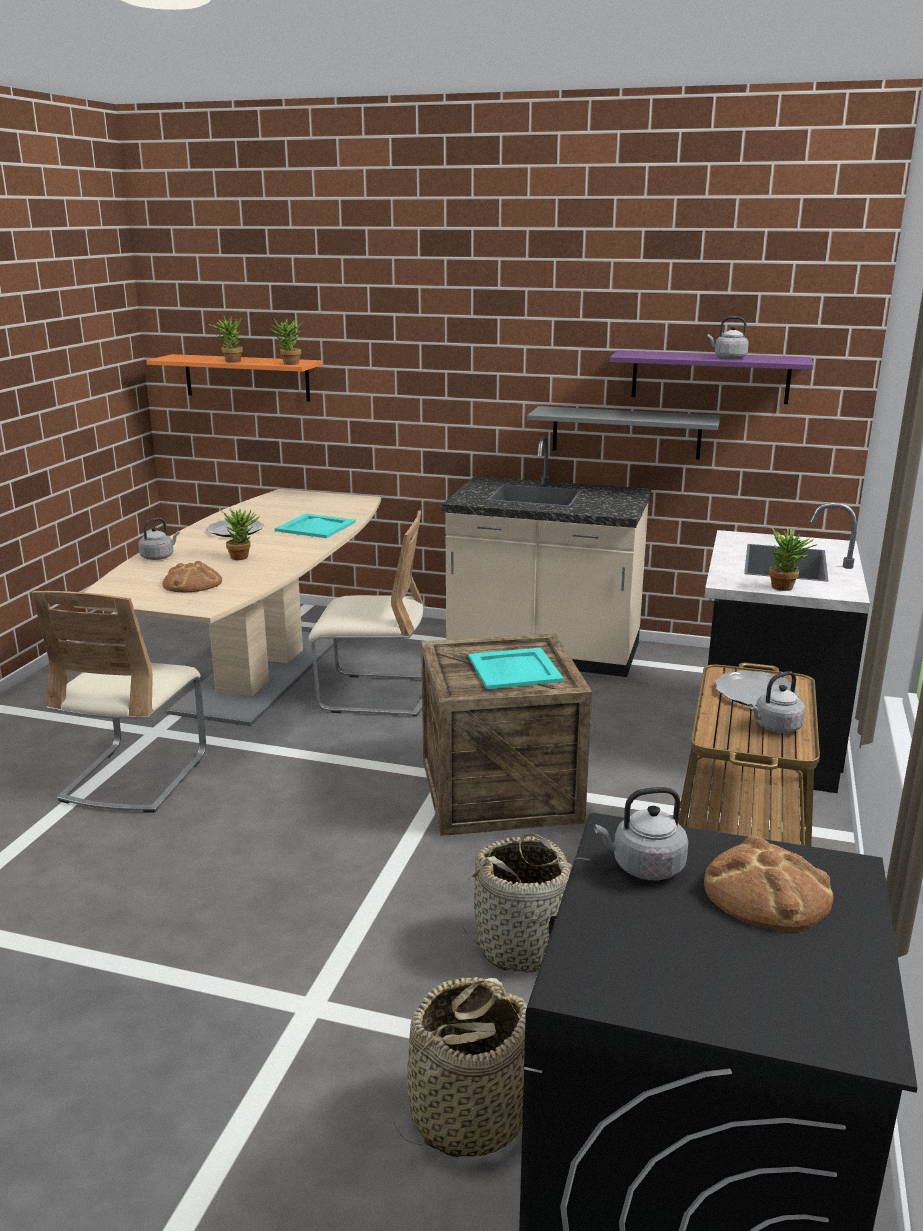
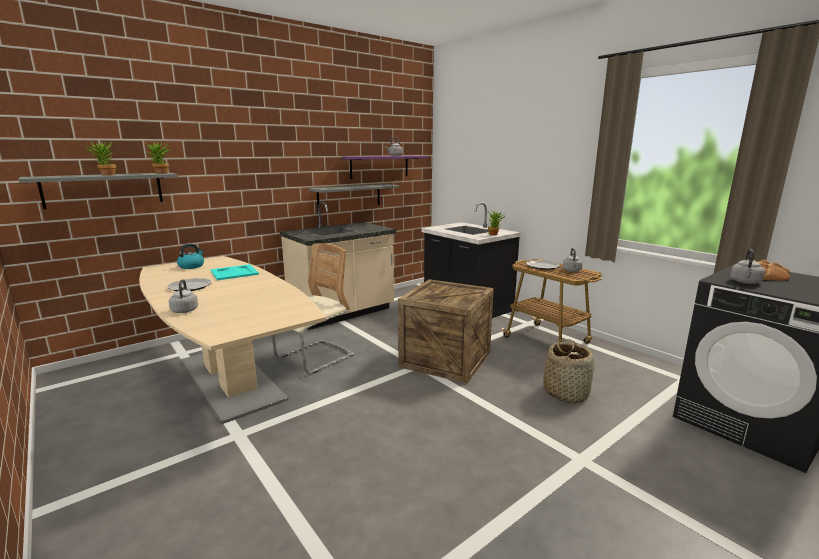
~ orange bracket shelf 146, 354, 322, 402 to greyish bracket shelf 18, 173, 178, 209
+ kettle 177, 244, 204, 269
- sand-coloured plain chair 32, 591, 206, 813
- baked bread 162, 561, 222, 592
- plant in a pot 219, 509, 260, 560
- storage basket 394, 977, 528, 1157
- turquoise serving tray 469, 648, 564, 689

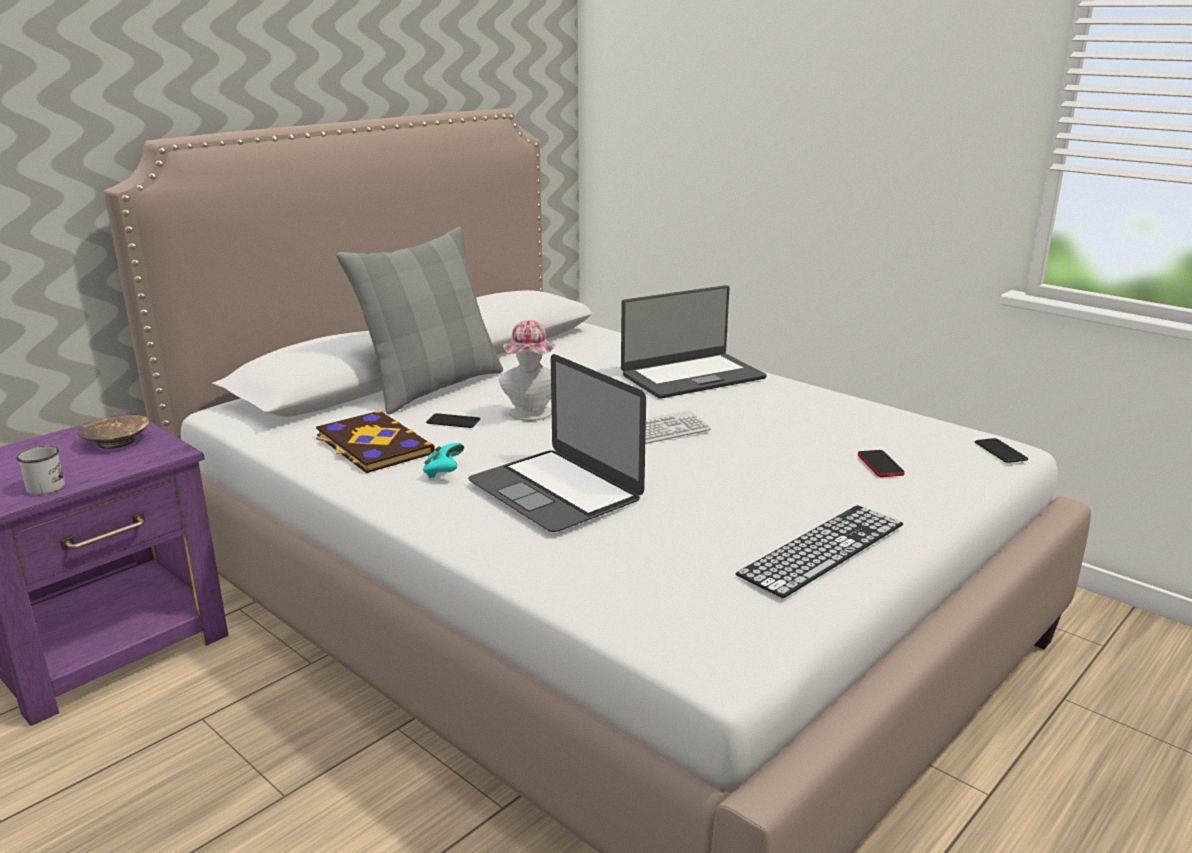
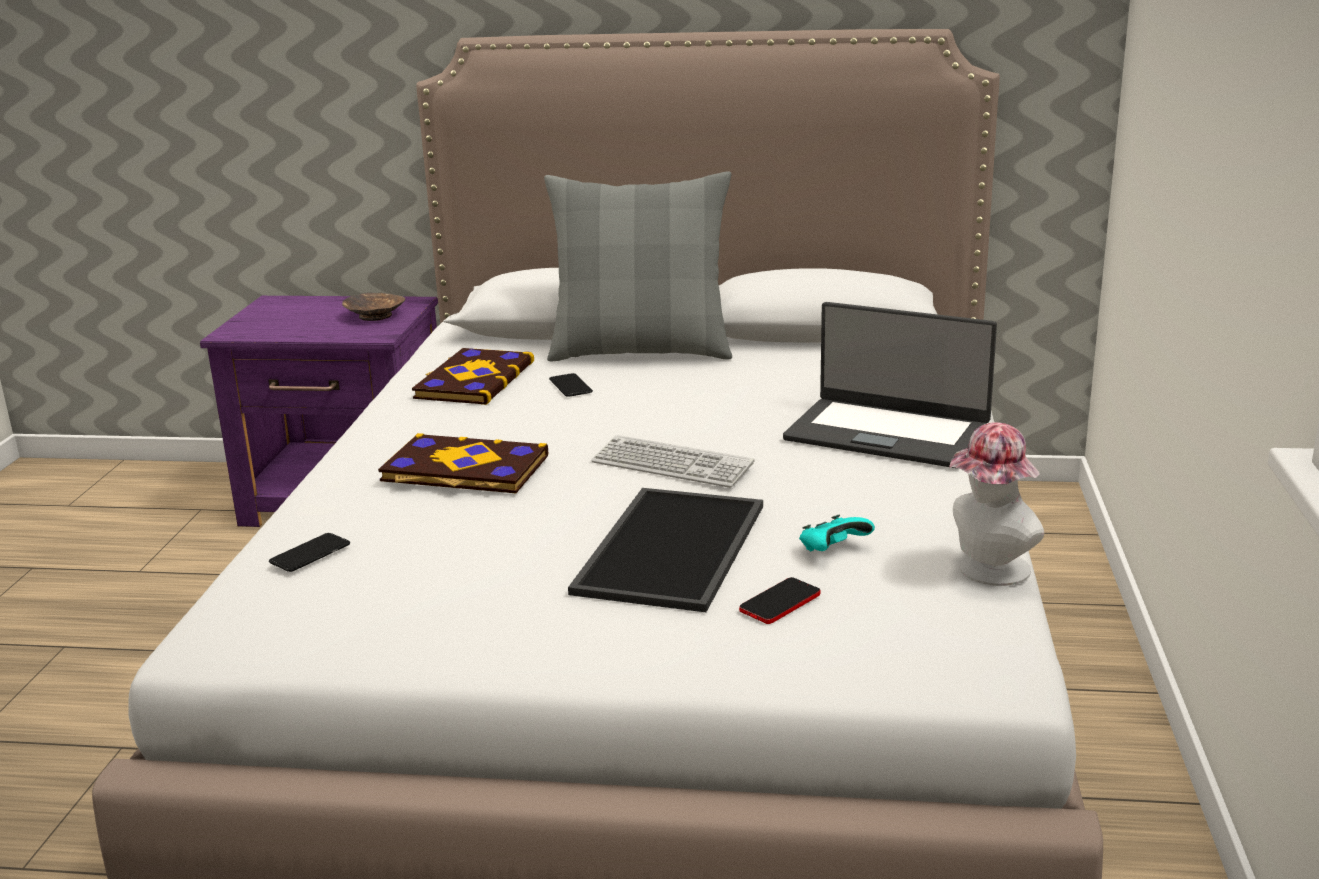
~ telephone 975, 438, 1028, 463 to 269, 533, 350, 572
~ laptop 468, 354, 646, 532 to volume 378, 433, 548, 493
+ serving tray 568, 488, 763, 612
~ turquoise gamepad 423, 443, 464, 478 to 799, 515, 875, 551
~ wearable hat 499, 320, 555, 421 to 949, 422, 1044, 586
- white coffee mug 16, 446, 65, 495
- computer keyboard 736, 505, 903, 598

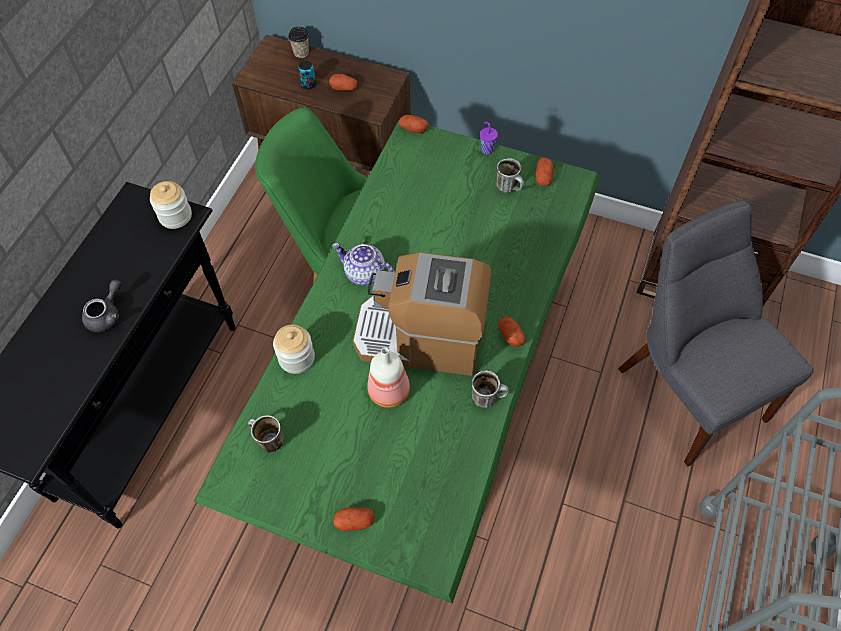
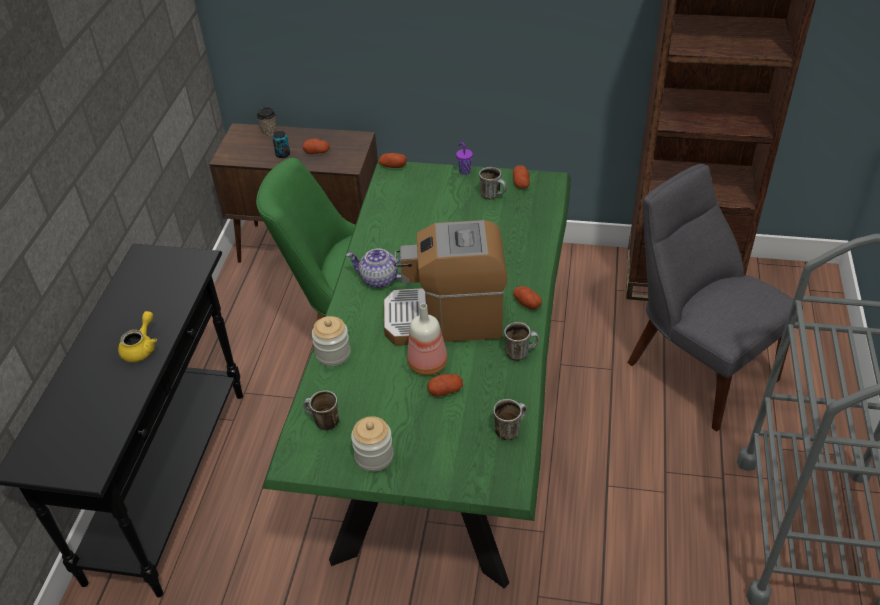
~ greyish teapot 82, 279, 121, 333 to yellow teapot 118, 311, 157, 362
~ storage jar 150, 181, 192, 229 to 351, 416, 394, 472
~ potato 333, 507, 374, 531 to 427, 374, 463, 397
+ coffee mug 493, 399, 527, 440

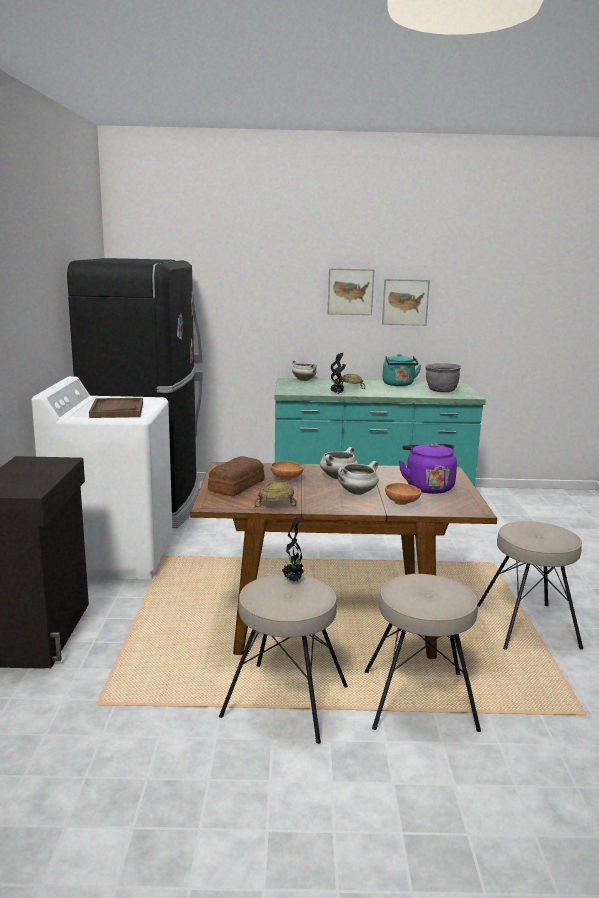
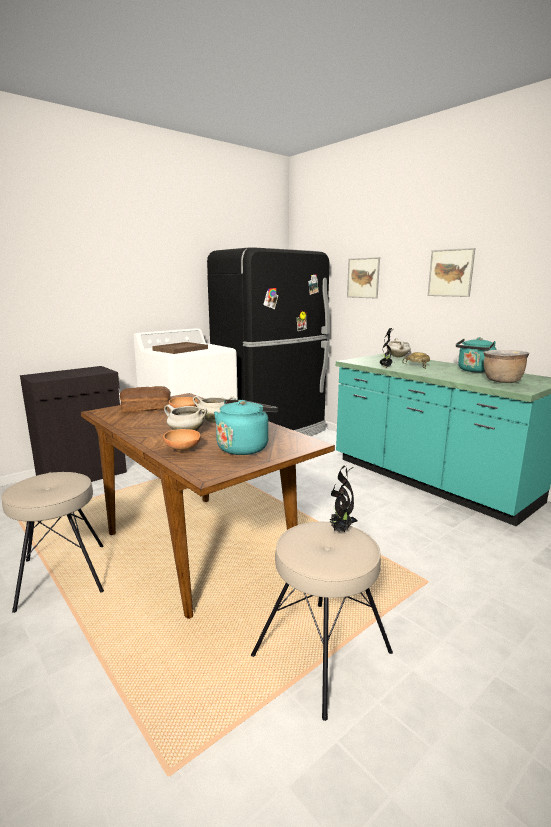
~ purple kettle 399, 443, 457, 494 to turquoise kettle 214, 399, 278, 455
~ plant in a pot 282, 517, 304, 582 to 329, 465, 358, 532
~ wall art 382, 279, 430, 326 to 347, 257, 380, 299
~ greyish saucepot 425, 363, 461, 392 to brownish saucepot 483, 350, 530, 383
- sand-coloured bowl 254, 482, 297, 508
- sand-coloured stool 364, 574, 481, 732

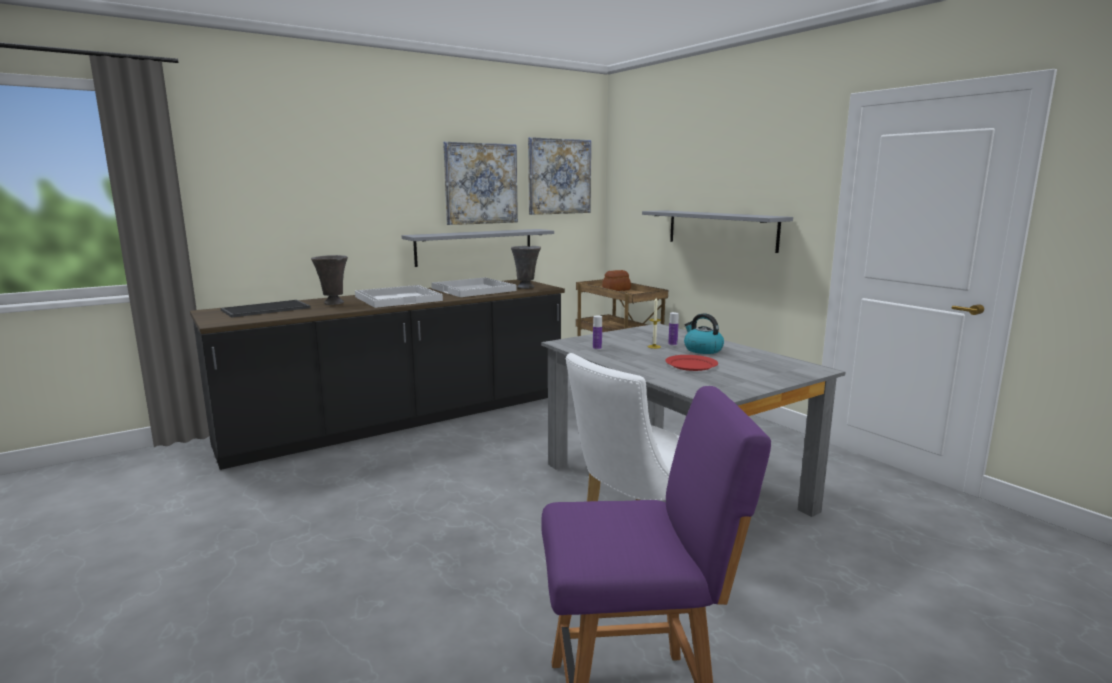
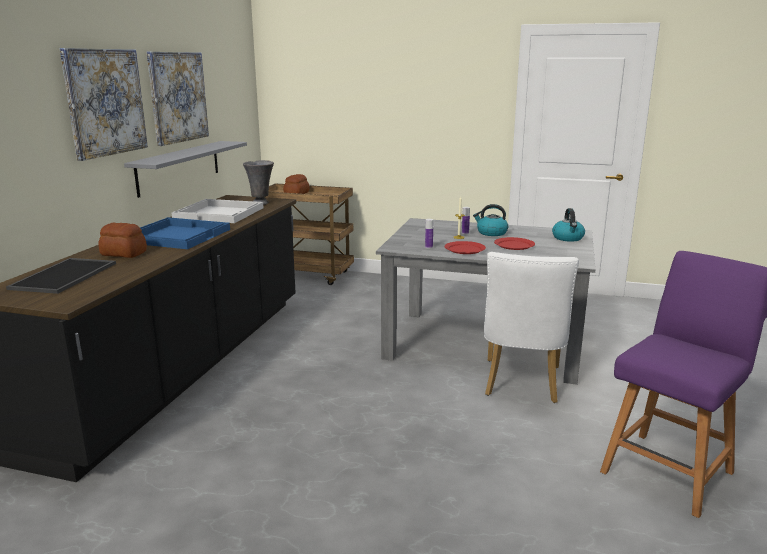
~ wall art 528, 137, 591, 215 to 60, 48, 148, 161
~ greyish flower vase 311, 255, 348, 305 to baked bread 98, 223, 147, 258
~ white serving tray 355, 285, 443, 308 to bluish serving tray 140, 217, 230, 249
+ reddish plate 445, 241, 486, 254
+ kettle 552, 208, 585, 242
- greyish bracket shelf 642, 210, 793, 253

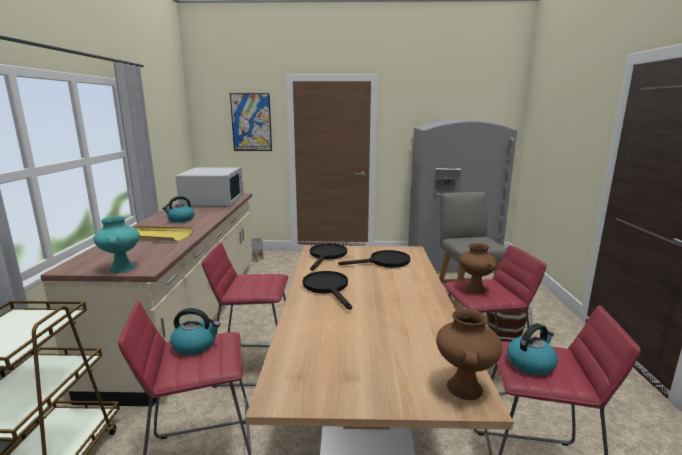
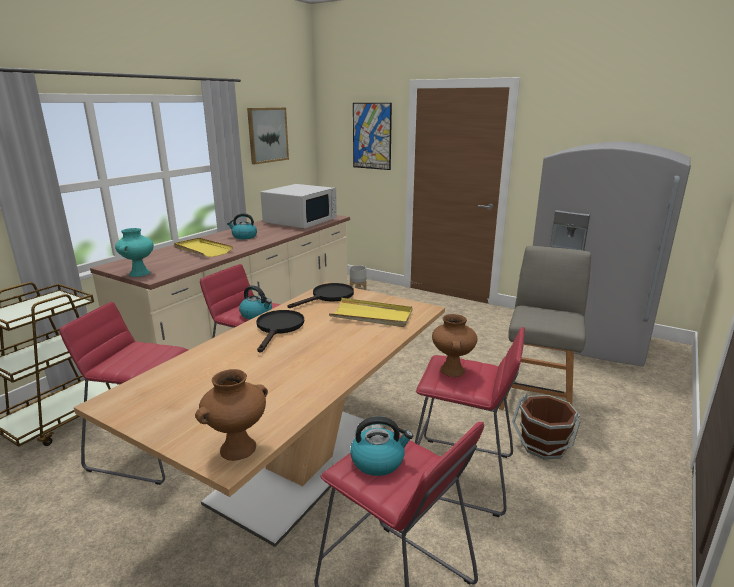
~ kettle 170, 308, 220, 355 to 239, 286, 272, 320
+ wall art 247, 108, 289, 164
~ black-coloured frying pan 338, 250, 410, 268 to yellow serving tray 329, 298, 412, 327

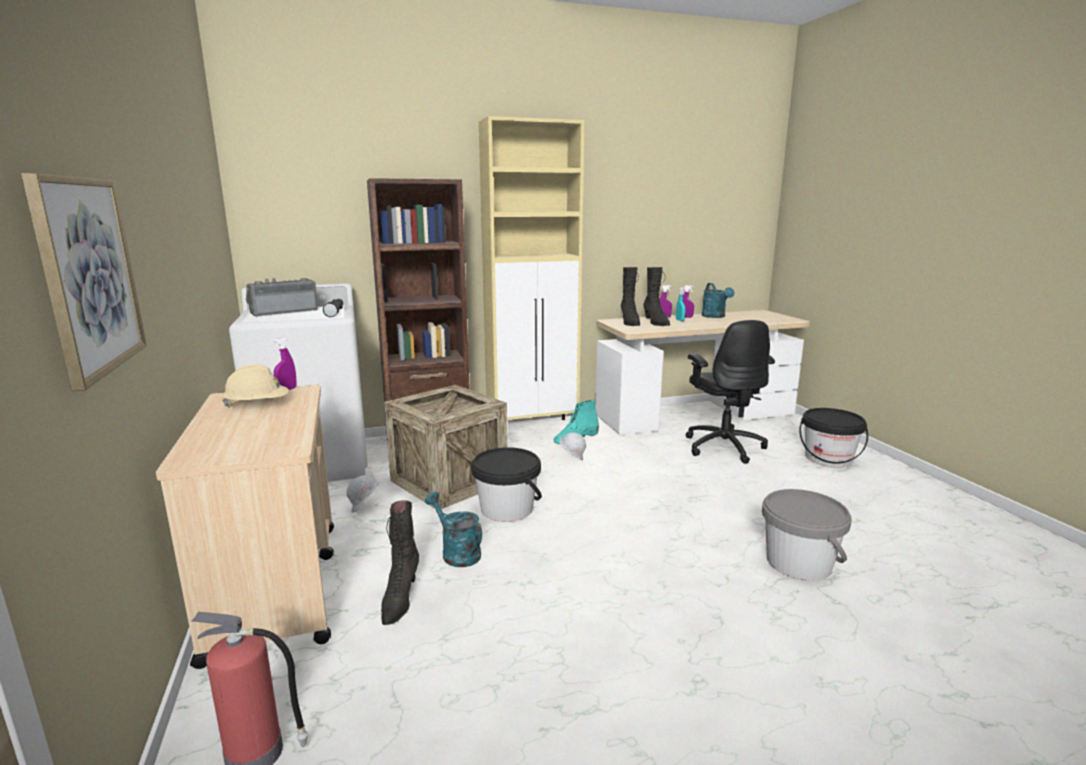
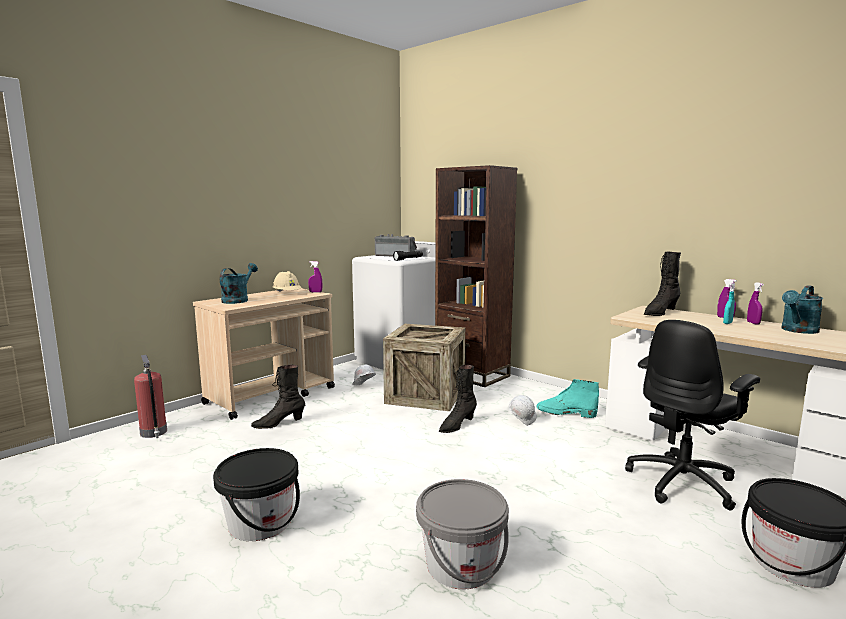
~ black-coloured pail 471, 447, 542, 522 to 213, 448, 300, 541
~ turquoise watering can 425, 492, 482, 567 to 220, 263, 258, 304
~ black-coloured high-top boot 643, 267, 670, 326 to 439, 365, 477, 433
- wall art 21, 173, 147, 391
- sand-coloured storage cabinet 479, 116, 584, 420

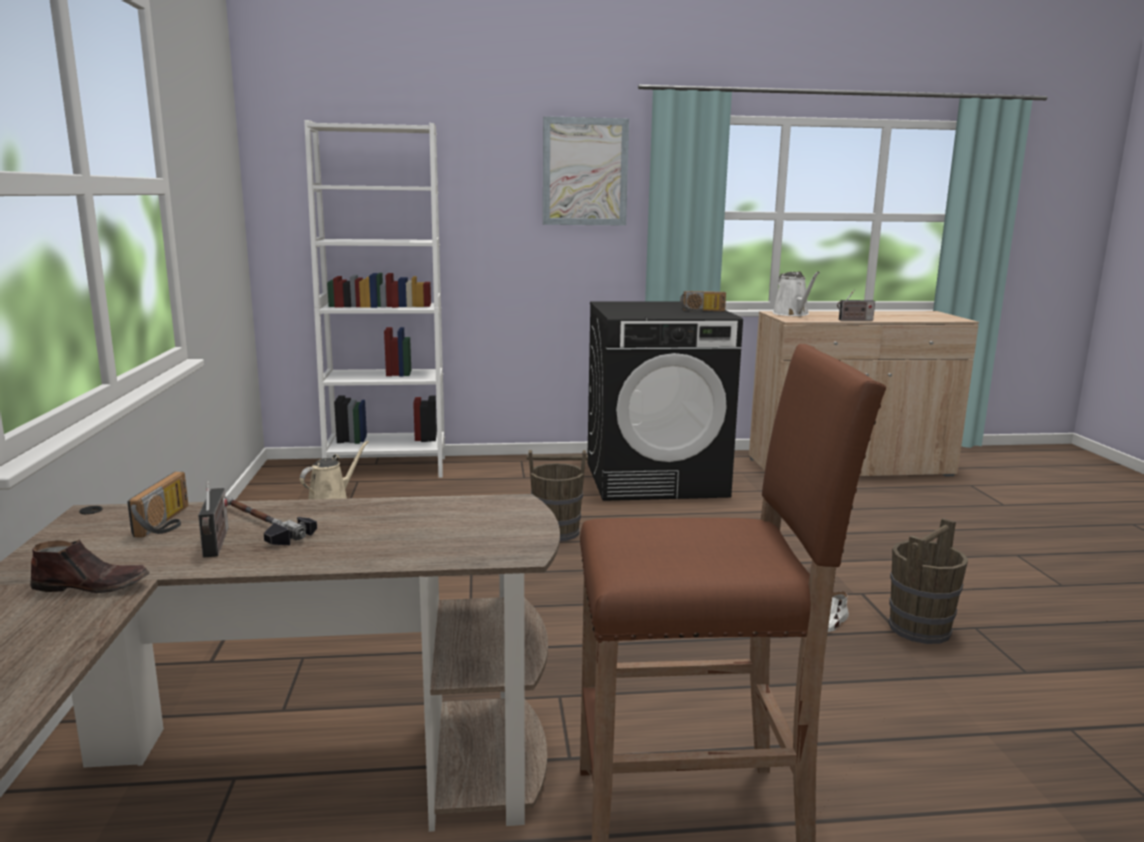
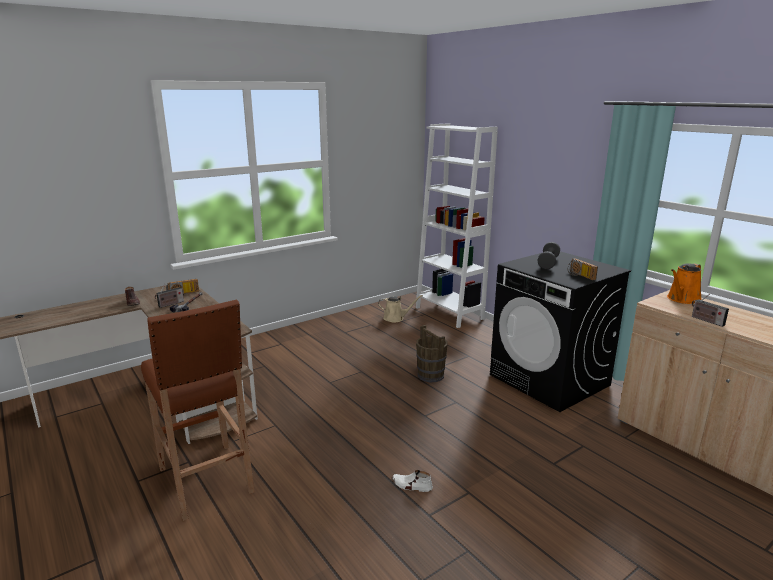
+ greyish dumbbell 538, 242, 560, 269
~ white watering can 773, 271, 820, 316 to orange watering can 667, 263, 702, 304
- wall art 543, 116, 629, 226
- brownish pail 889, 518, 968, 644

